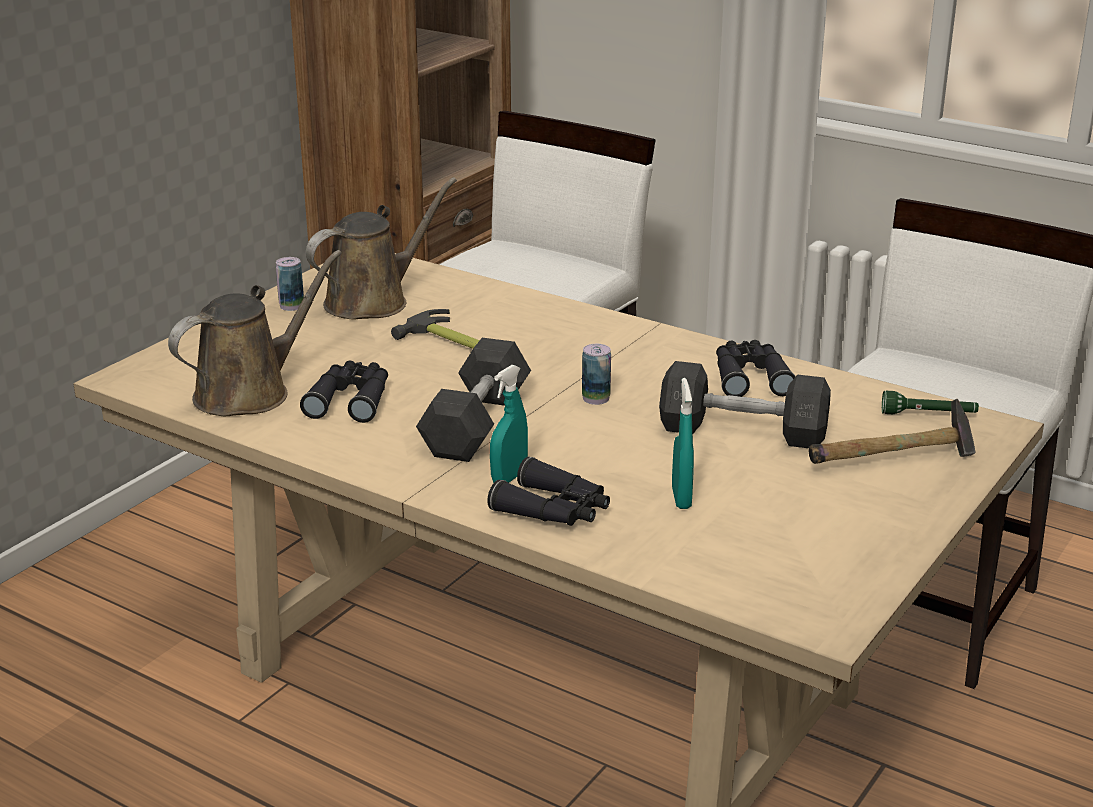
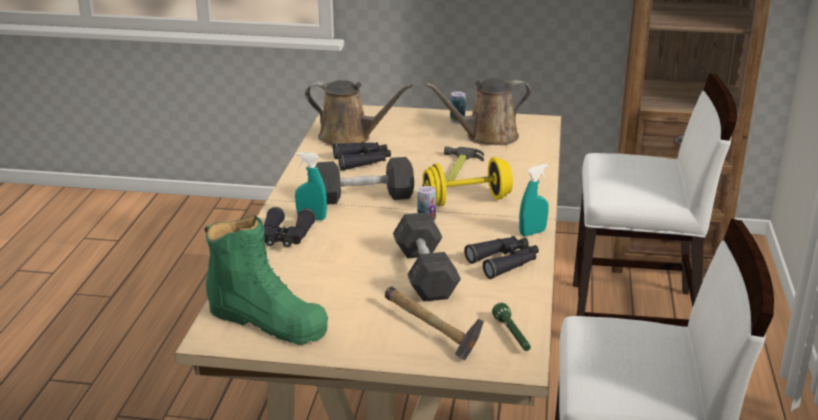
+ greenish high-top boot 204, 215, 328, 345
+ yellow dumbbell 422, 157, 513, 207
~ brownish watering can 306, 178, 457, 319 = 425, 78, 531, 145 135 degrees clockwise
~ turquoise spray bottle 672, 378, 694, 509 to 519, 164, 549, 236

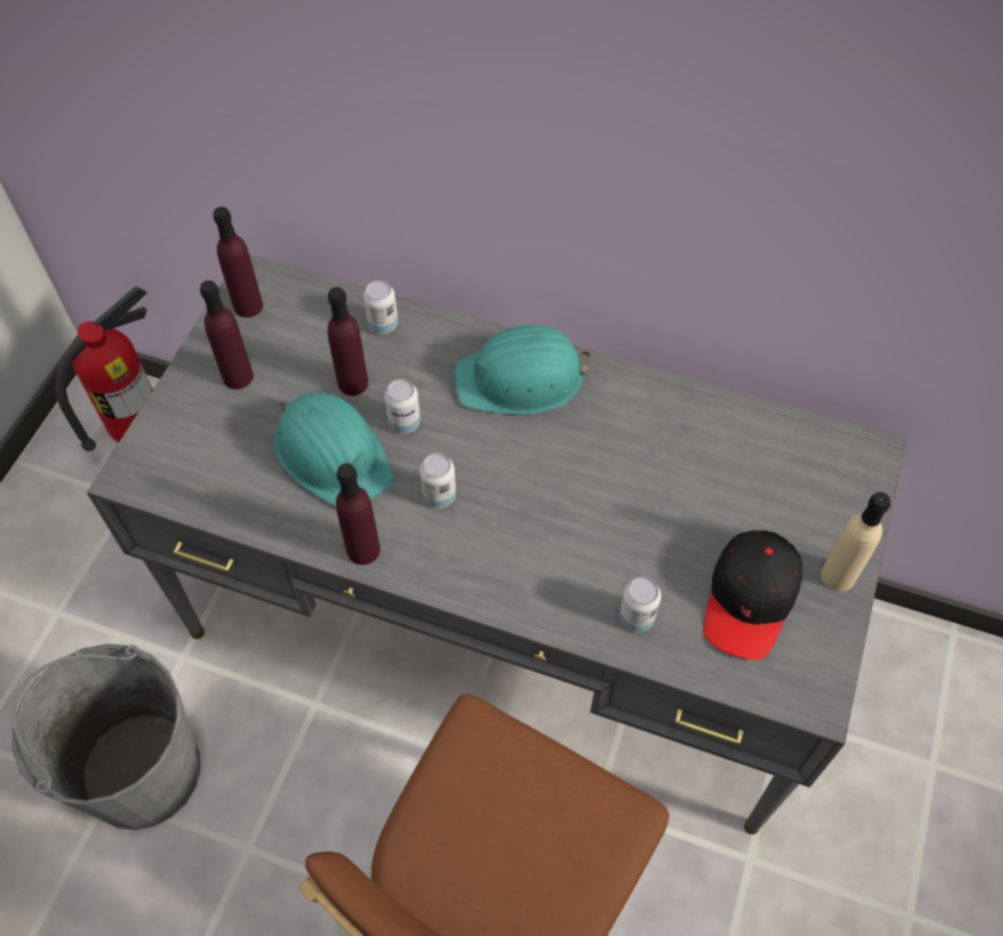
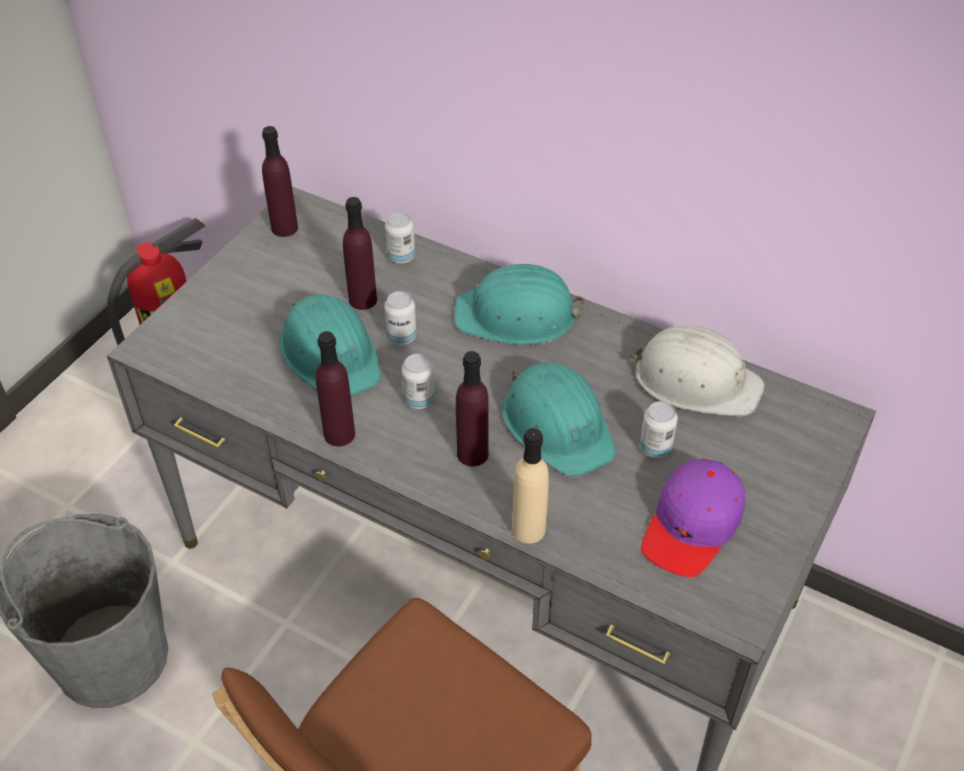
~ purple bottle 200, 280, 253, 389 to 456, 351, 489, 466
+ turquoise safety helmet 502, 363, 616, 477
~ sand-coloured bottle 821, 492, 891, 592 to 512, 428, 549, 544
+ white safety helmet 629, 325, 765, 417
~ sealed can 619, 577, 661, 632 to 640, 401, 678, 458
~ black-coloured baseball cap 703, 530, 803, 660 to purple baseball cap 641, 459, 745, 577

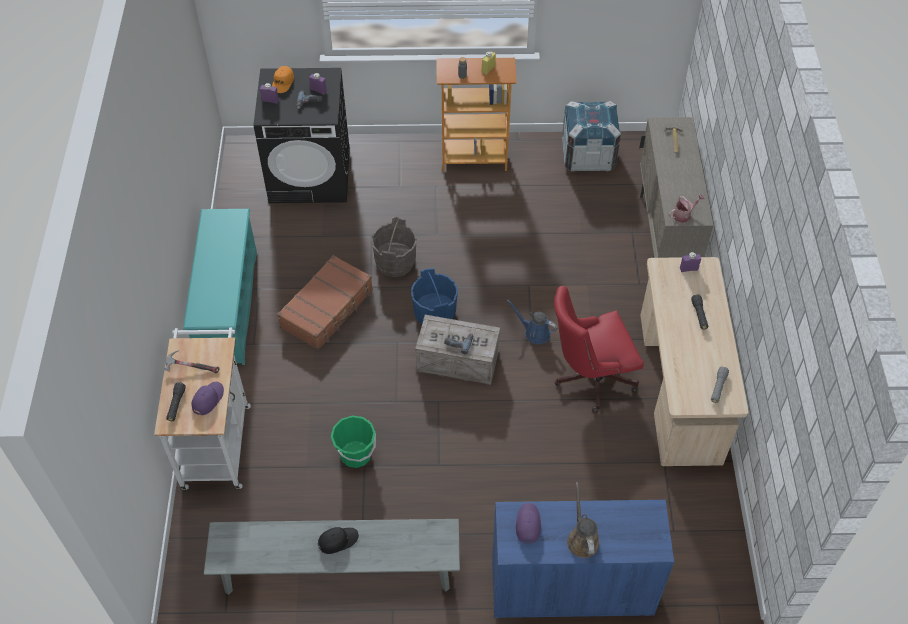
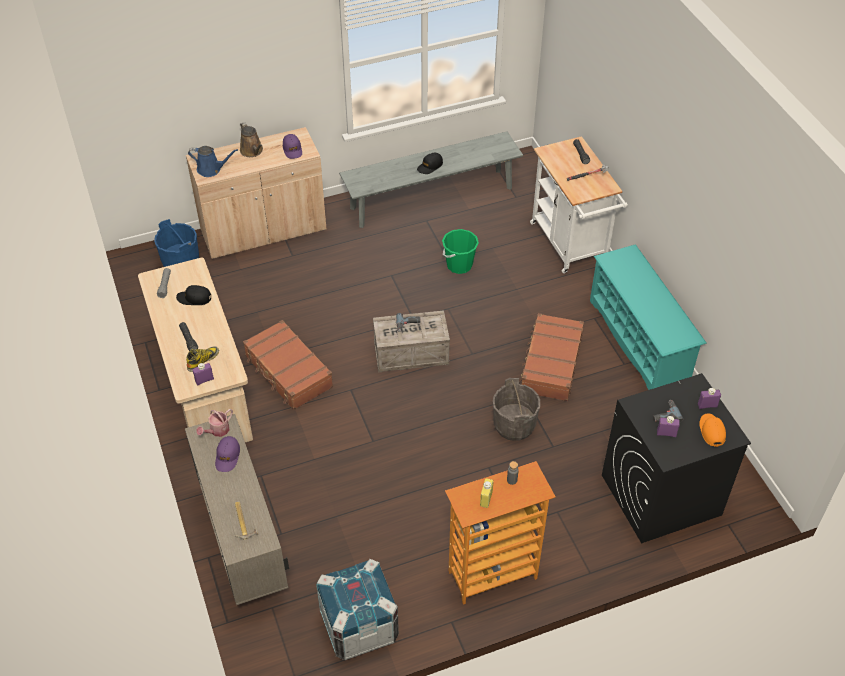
~ bluish pail 411, 268, 458, 325 to 154, 219, 199, 267
+ black-coloured baseball cap 176, 285, 211, 305
~ bluish storage cabinet 492, 500, 674, 618 to sand-coloured storage cabinet 186, 127, 326, 259
+ high-top boot 186, 346, 219, 372
~ bluish watering can 507, 300, 557, 344 to 188, 146, 238, 177
~ purple baseball cap 192, 382, 224, 415 to 215, 436, 240, 472
~ reddish computer chair 554, 286, 644, 413 to brownish travel case 243, 320, 333, 410

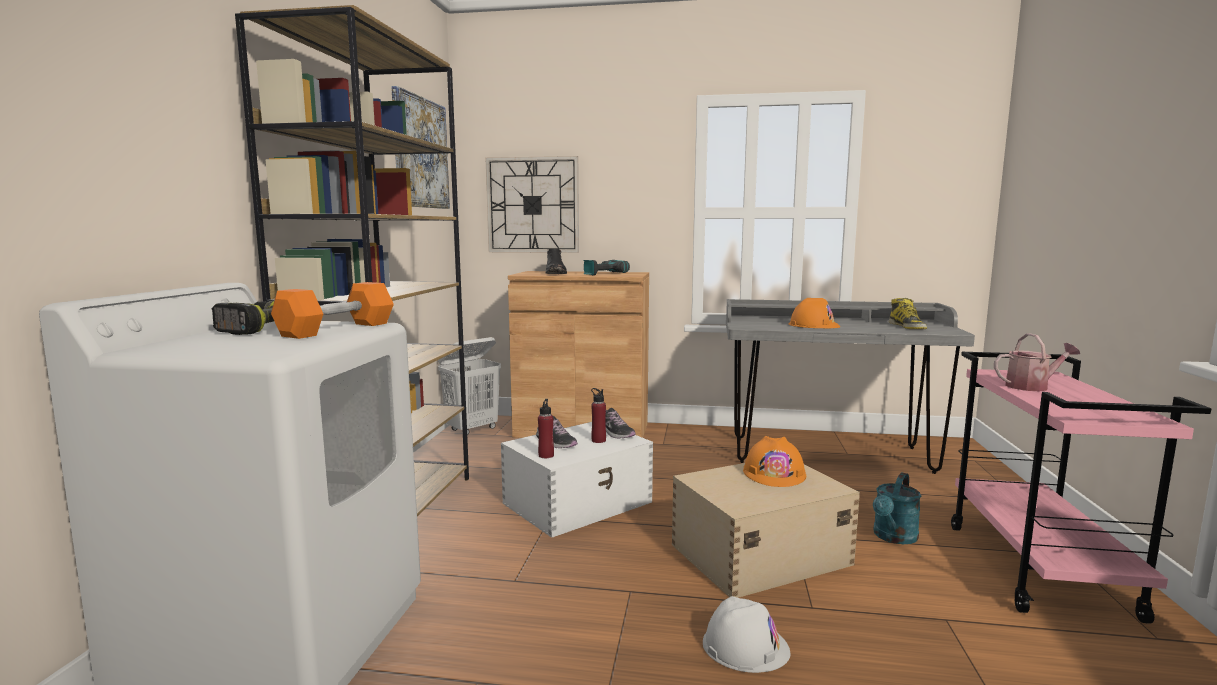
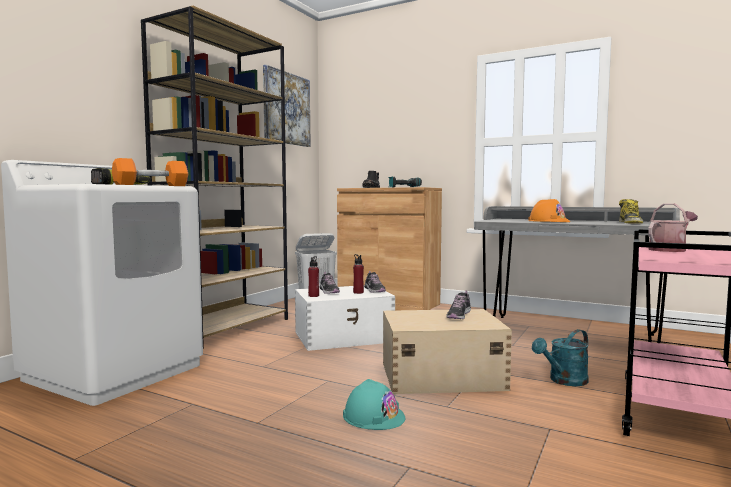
~ white safety helmet 703, 596, 791, 673 to turquoise safety helmet 343, 379, 405, 430
~ orange safety helmet 743, 436, 806, 487 to shoe 446, 291, 471, 319
~ watering can 994, 333, 1080, 391 = 648, 203, 698, 252 45 degrees counterclockwise
- clock on the wall 486, 156, 579, 253

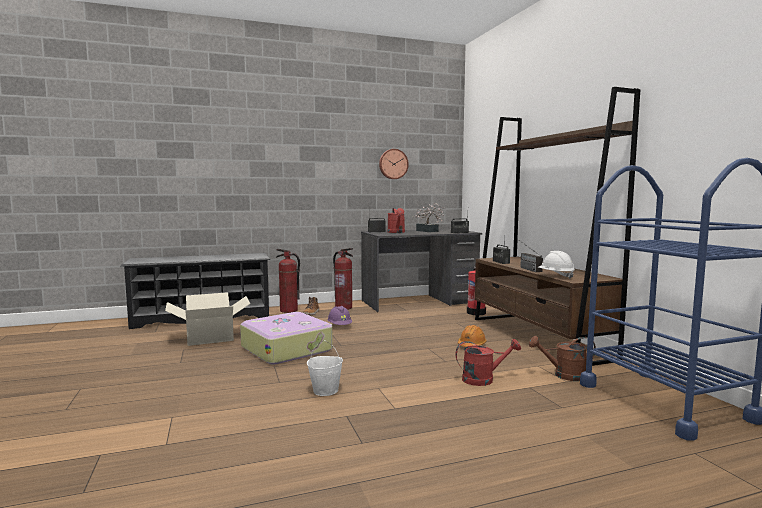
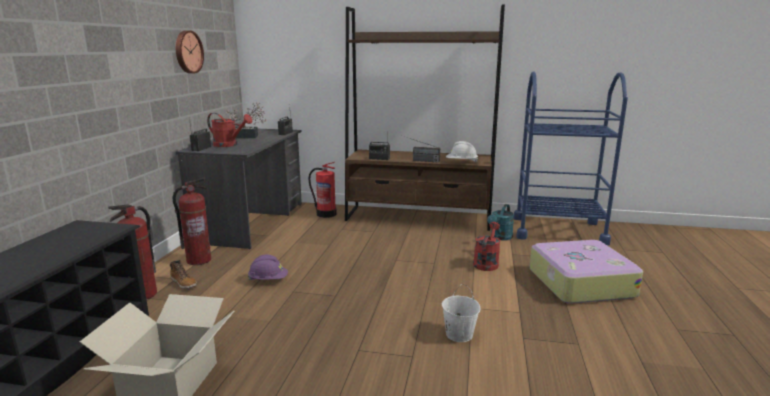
~ brownish watering can 529, 336, 596, 381 to turquoise watering can 487, 204, 514, 240
~ travel case 240, 312, 333, 364 to 530, 240, 643, 304
- orange safety helmet 458, 325, 487, 347

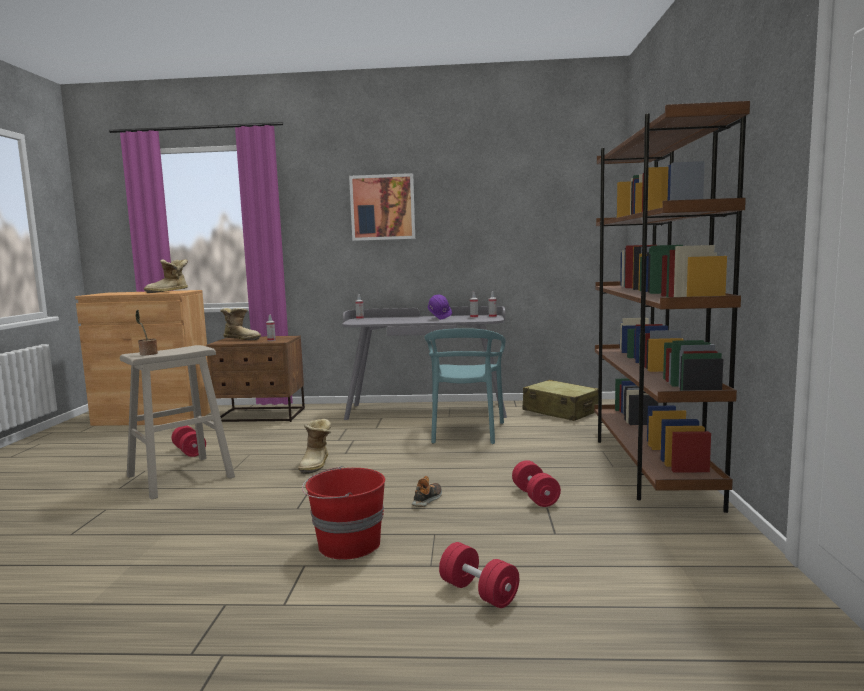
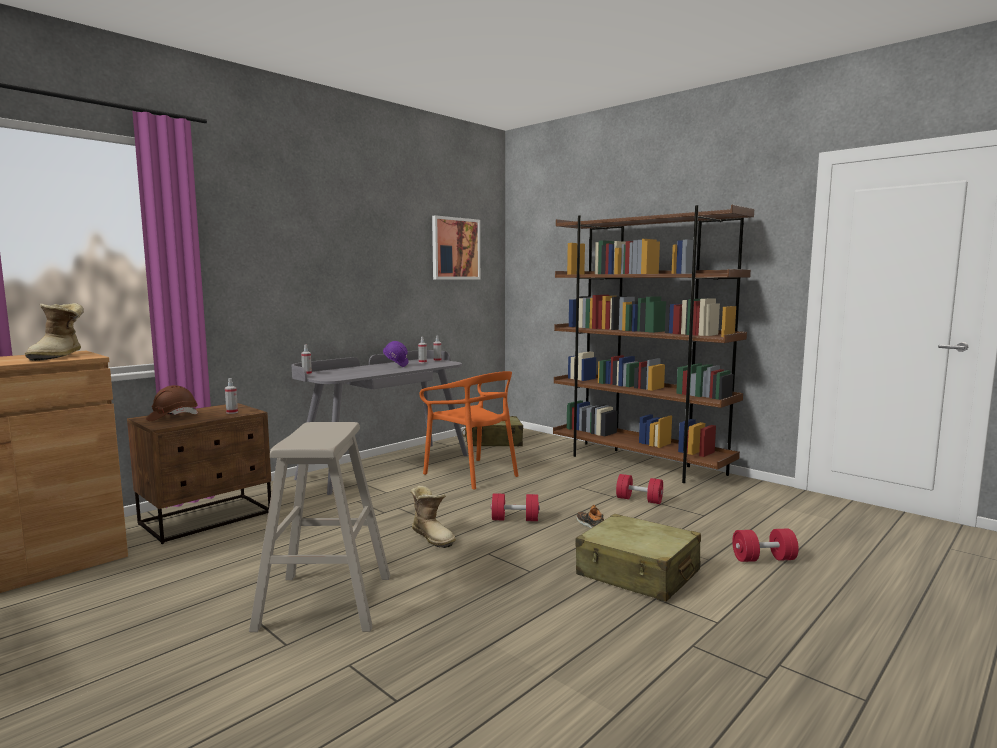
~ high-top boot 220, 308, 261, 340 to brownish safety helmet 146, 385, 198, 421
~ turquoise plain chair 424, 328, 505, 444 to orange plain chair 419, 371, 518, 490
~ wall art 349, 173, 415, 241 to 432, 215, 480, 279
~ reddish dumbbell 172, 426, 206, 457 to 491, 493, 540, 521
~ reddish pail 302, 466, 385, 560 to sand-coloured travel case 575, 514, 701, 602
- plant in a pot 136, 310, 158, 355

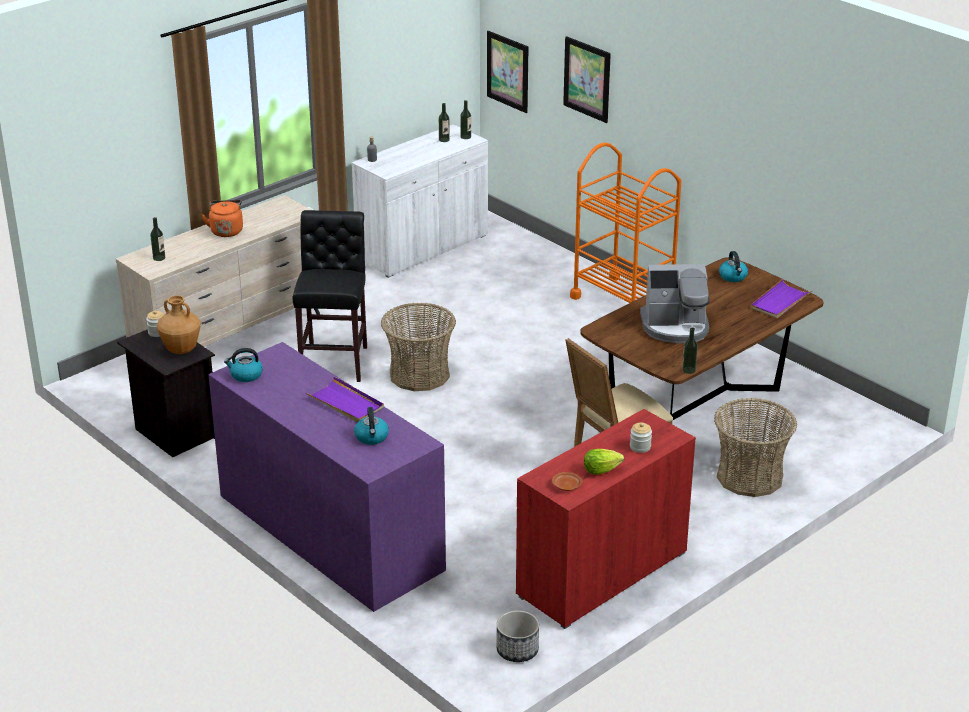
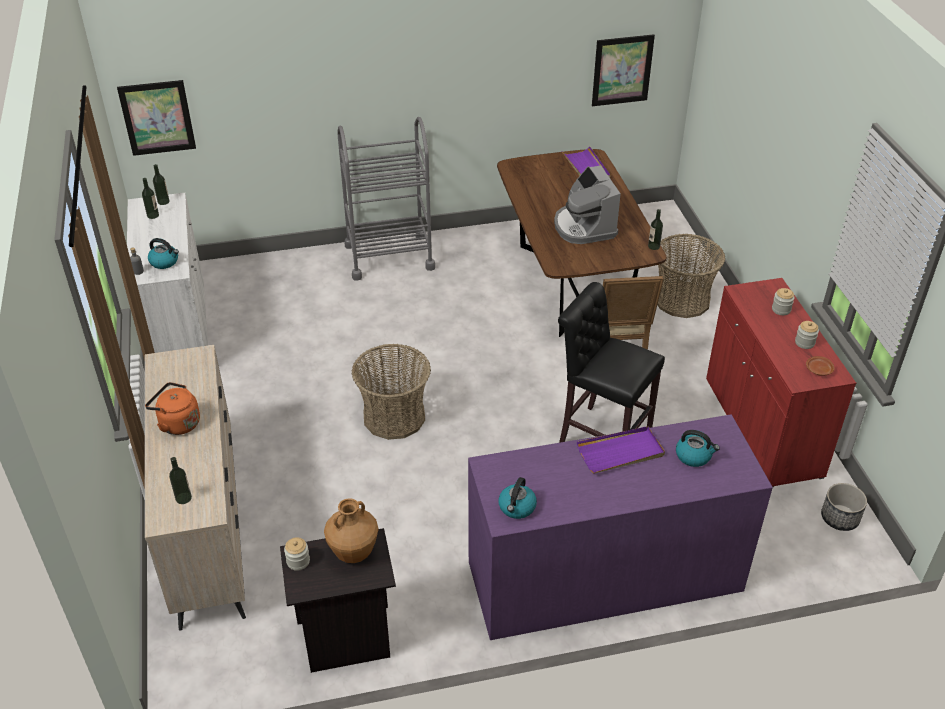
~ kettle 719, 251, 748, 282 to 148, 238, 179, 269
~ orange trolley 570, 142, 681, 303 to greyish trolley 337, 117, 435, 281
~ coffee maker 640, 264, 710, 343 = 554, 166, 621, 244 135 degrees clockwise
~ black-coloured stool 292, 210, 367, 382 to 558, 282, 665, 443
~ wall art 563, 36, 611, 123 to 592, 34, 655, 106
~ lettuce head 584, 449, 624, 475 to storage jar 795, 321, 819, 349

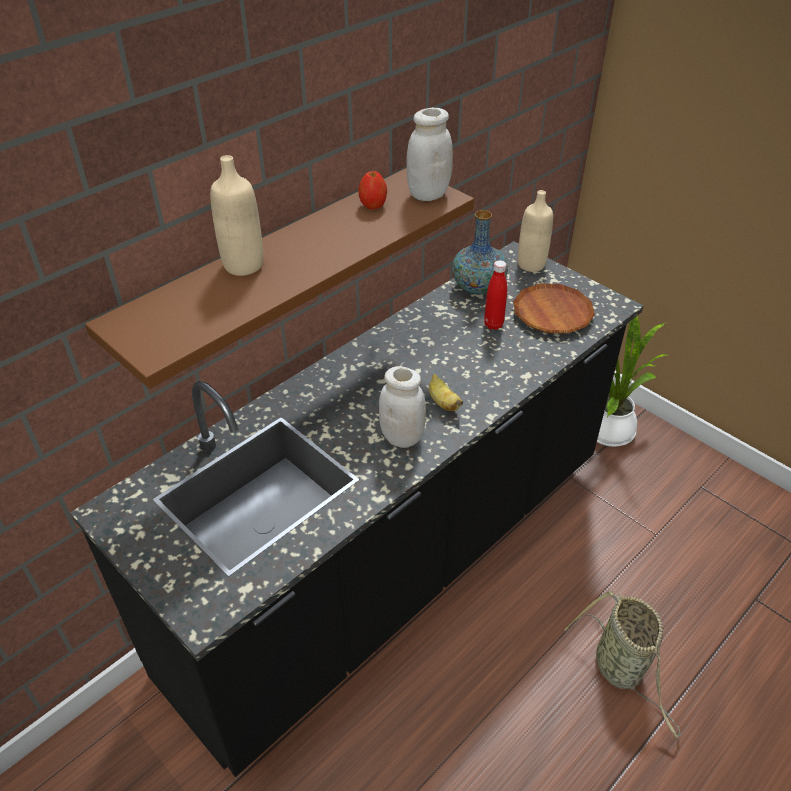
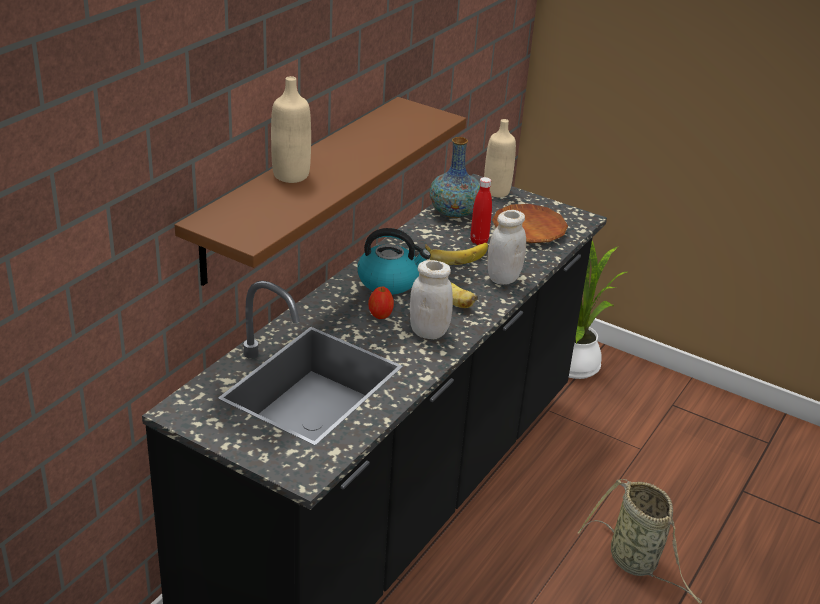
+ kettle 357, 228, 431, 295
~ whole apple 358, 171, 387, 209 to 368, 287, 394, 319
+ banana 425, 243, 488, 265
~ white storage jar 406, 108, 453, 201 to 487, 210, 526, 285

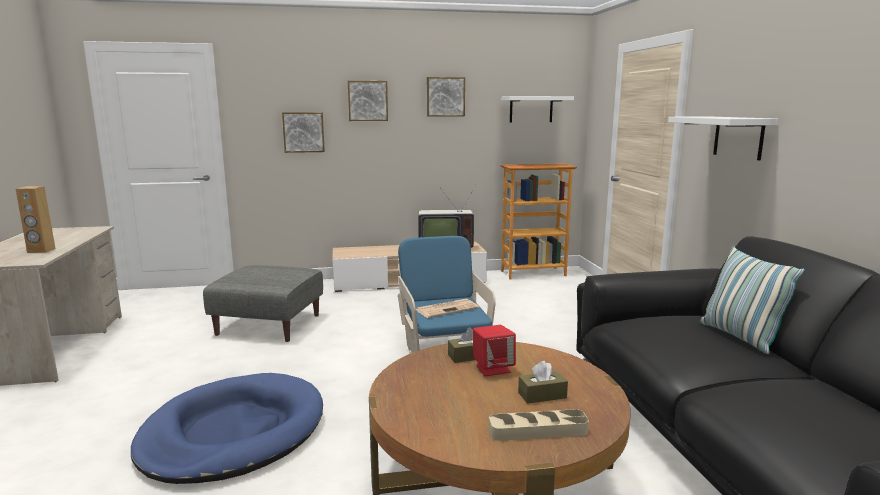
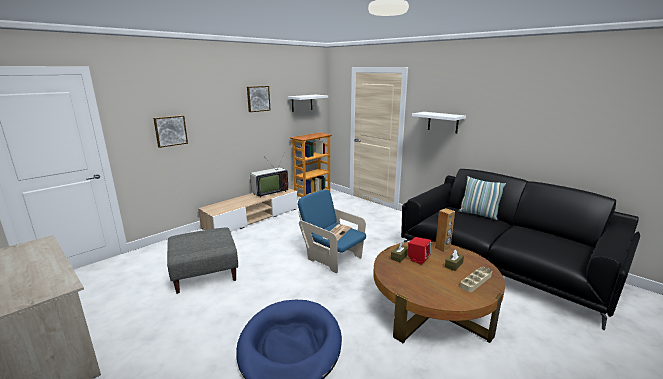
~ brownish audio speaker 16, 186, 56, 253 to 435, 208, 455, 252
- wall art 348, 81, 388, 121

